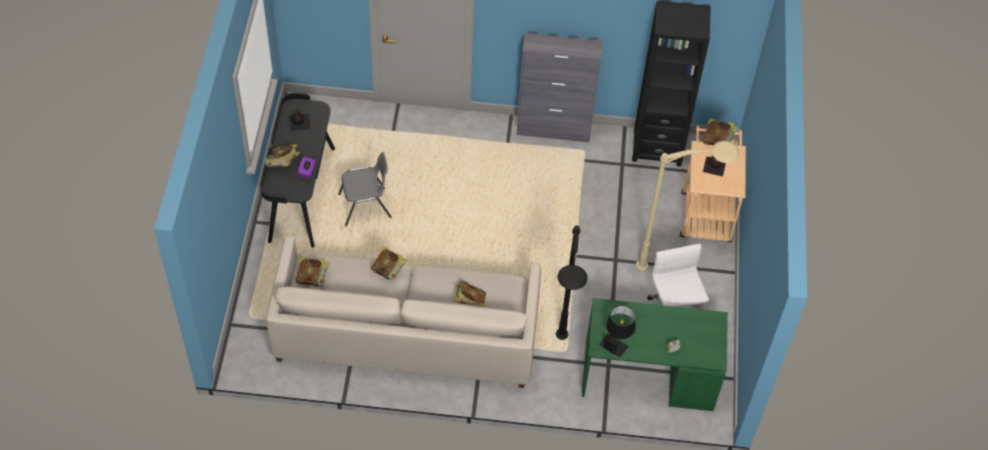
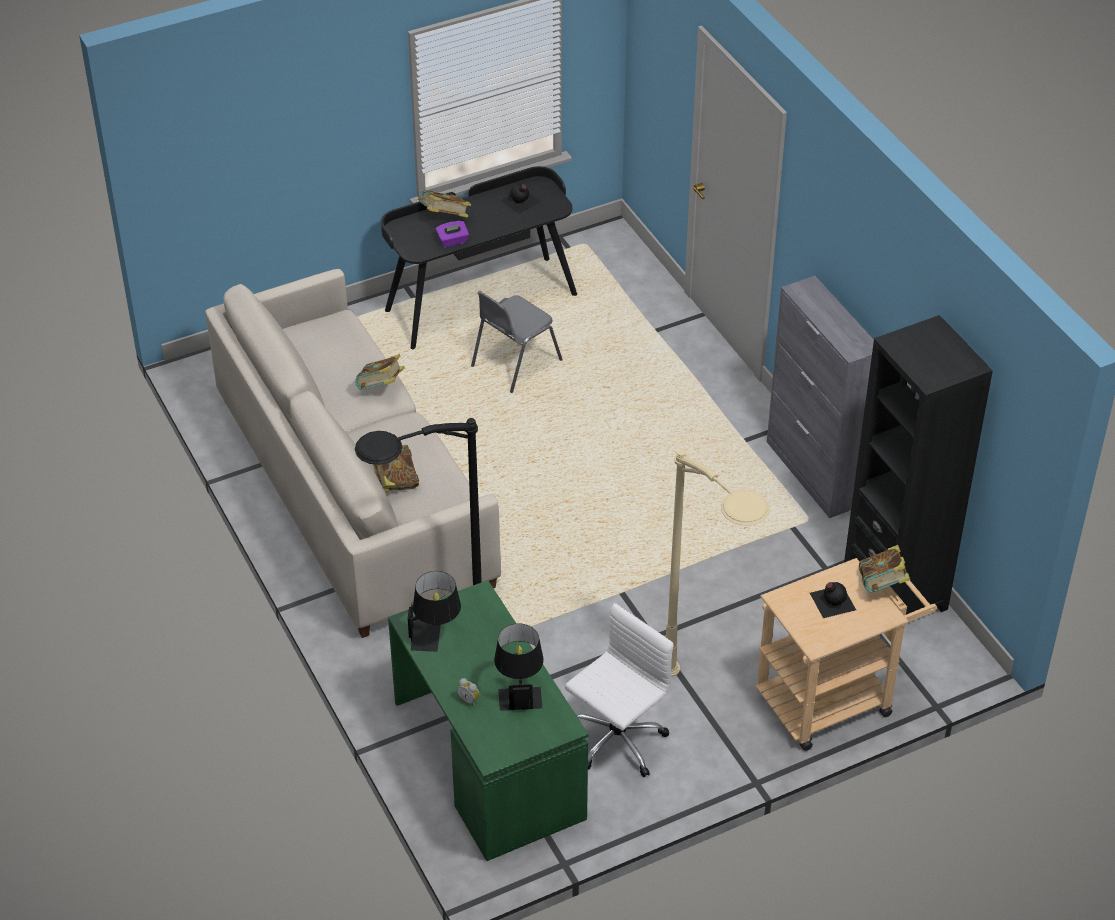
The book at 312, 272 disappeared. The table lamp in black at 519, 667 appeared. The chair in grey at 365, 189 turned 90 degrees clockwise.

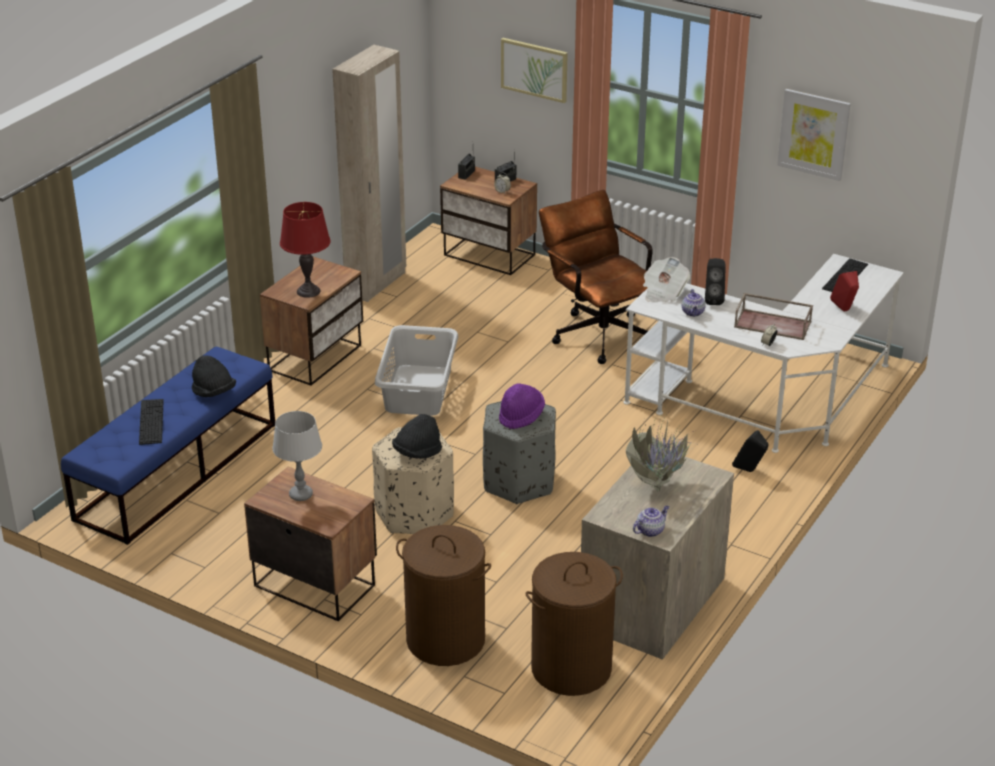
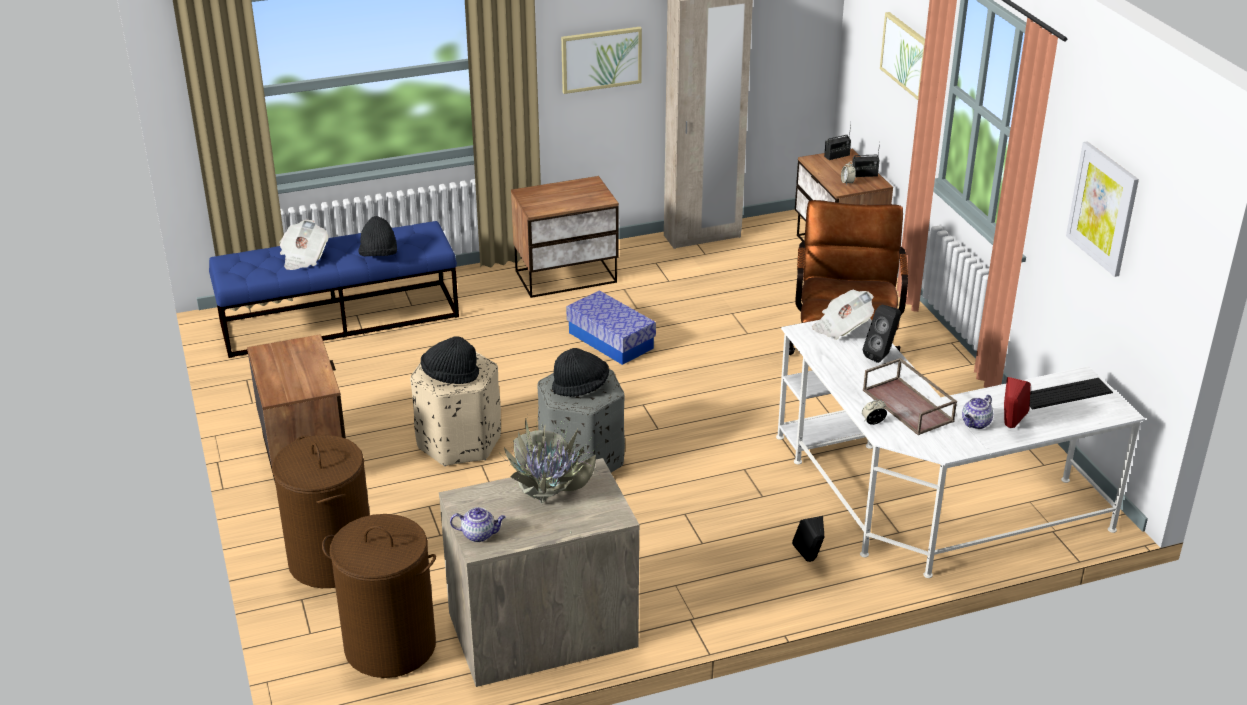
The table lamp in grey at 297, 456 disappeared. The table lamp in red at 305, 250 disappeared. The picture at 601, 60 appeared. The teapot moved from 694, 303 to 977, 412. The keyboard at 151, 422 was replaced by the newspaper at 303, 245. The laundry basket in grey at 416, 370 was replaced by the storage box at 611, 327. The hat in purple at 522, 406 became the hat in black at 580, 372.

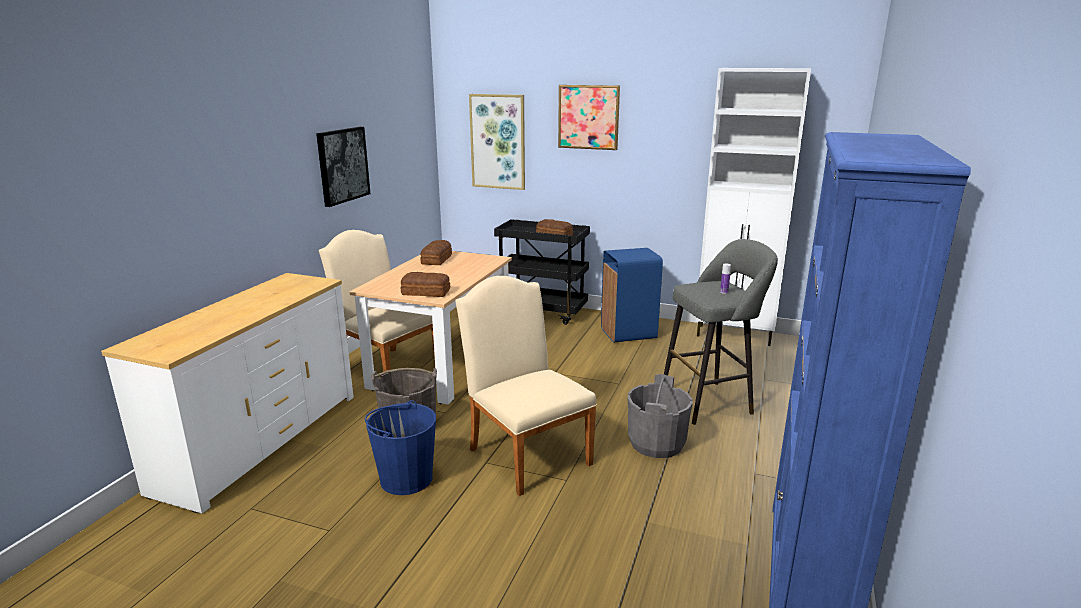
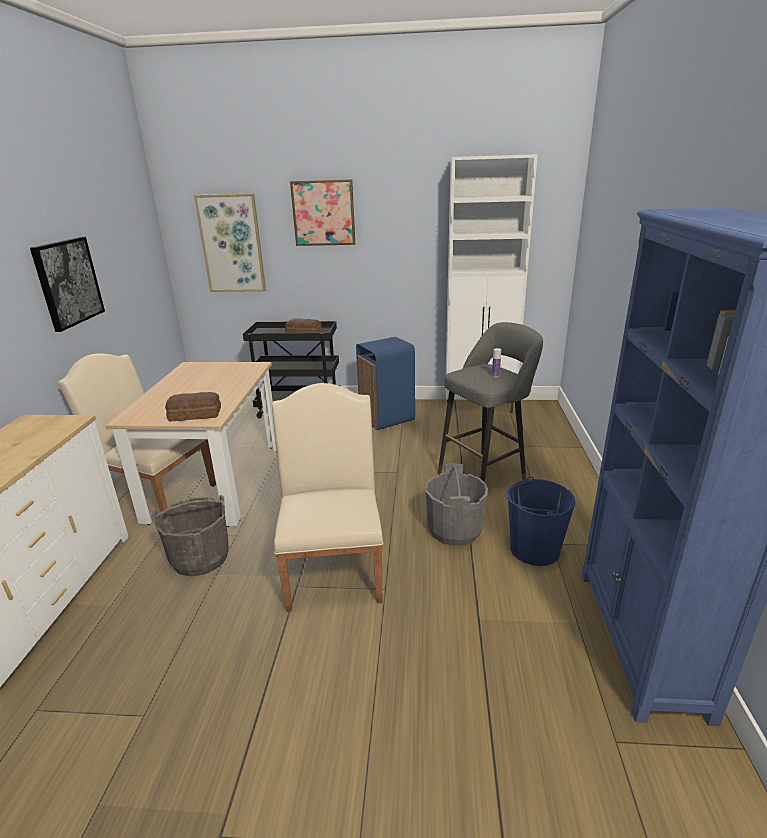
The bread at 436, 252 disappeared. The bucket in blue moved from 400, 447 to 541, 521. The chair in beige at 526, 386 turned 45 degrees clockwise.

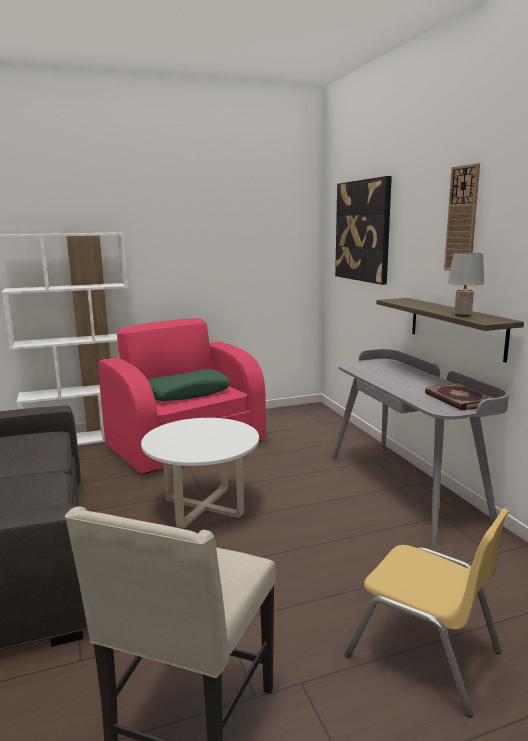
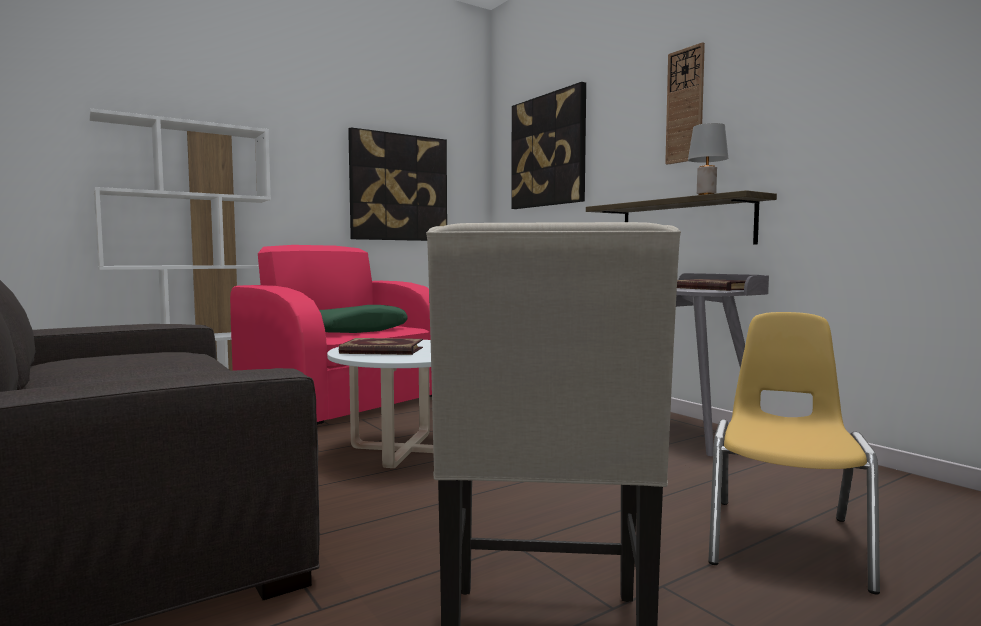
The book at 381, 346 appeared. The picture at 397, 184 appeared. The chair in yellow at 426, 612 turned 90 degrees counterclockwise.

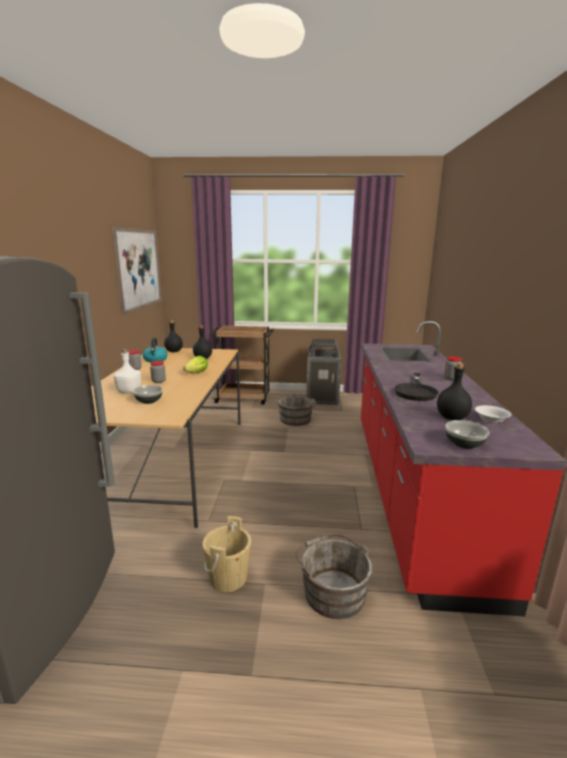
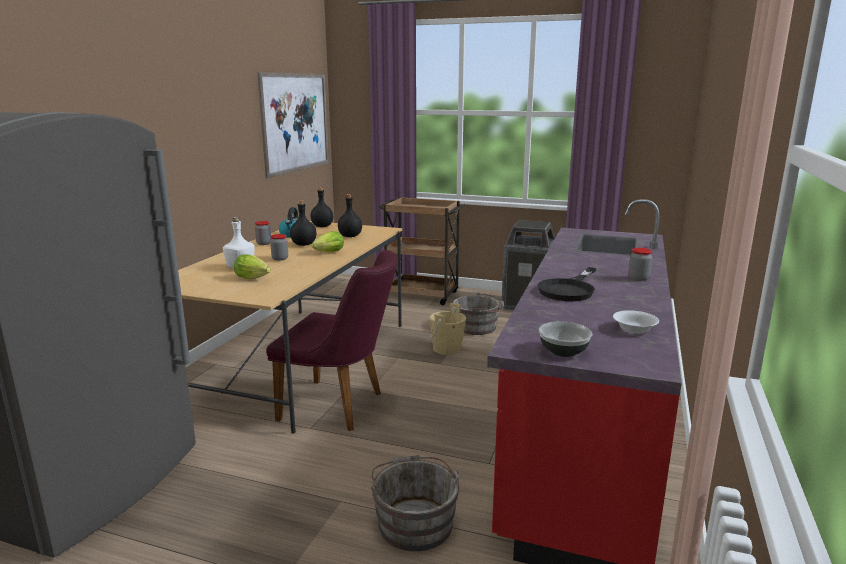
The chair in purple at 332, 340 appeared. The bucket in beige moved from 226, 554 to 448, 329. The bottle in black moved from 454, 391 to 303, 223. The bowl at 148, 394 was replaced by the lettuce at 252, 266.

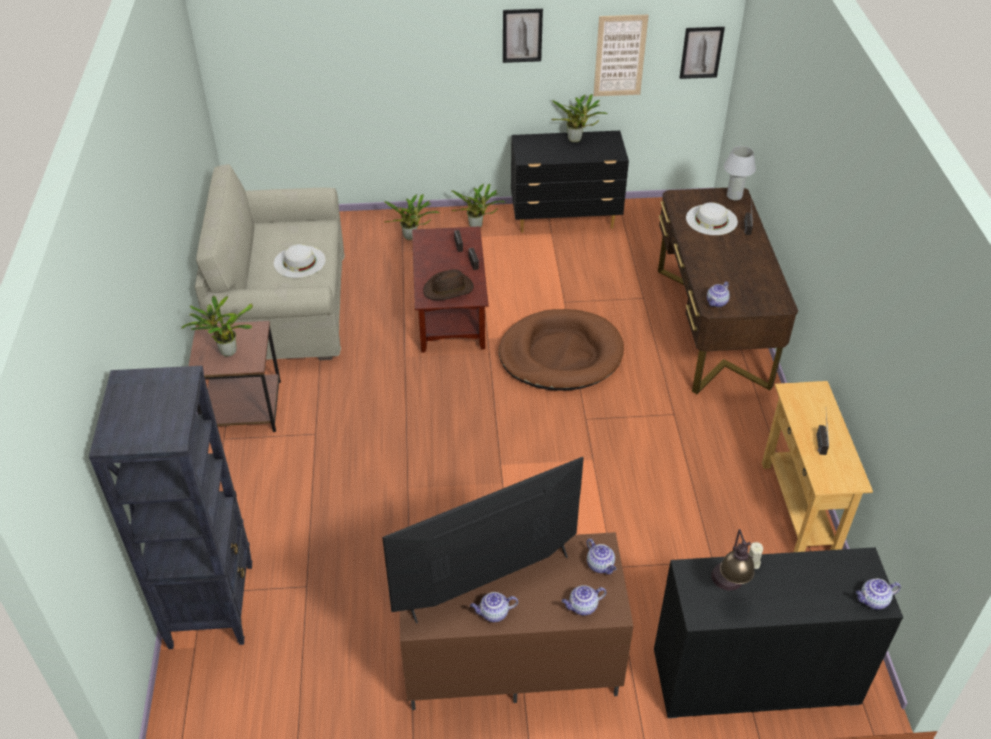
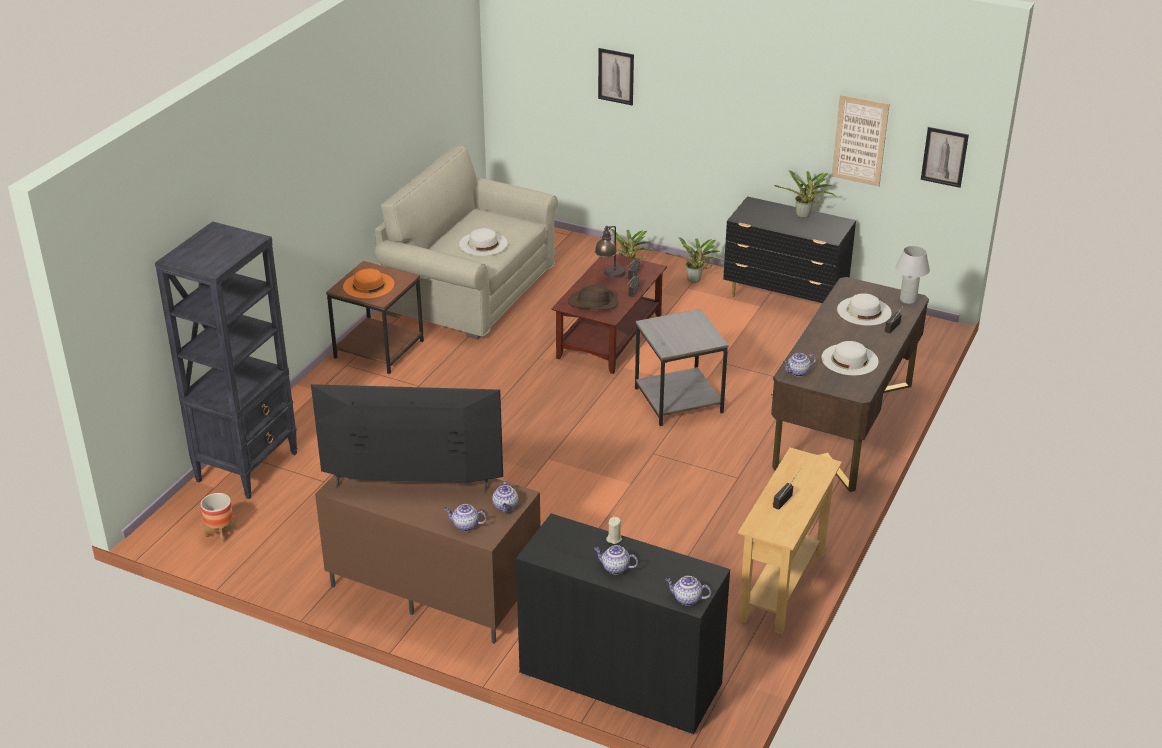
The planter at 218, 518 appeared. The hat in white at 850, 358 appeared. The teapot moved from 494, 607 to 616, 559. The picture moved from 523, 36 to 616, 76. The table lamp moved from 733, 559 to 610, 252. The potted plant at 217, 326 was replaced by the hat in orange at 368, 284. The dog bed in brown at 561, 350 was replaced by the side table in grey at 682, 367.

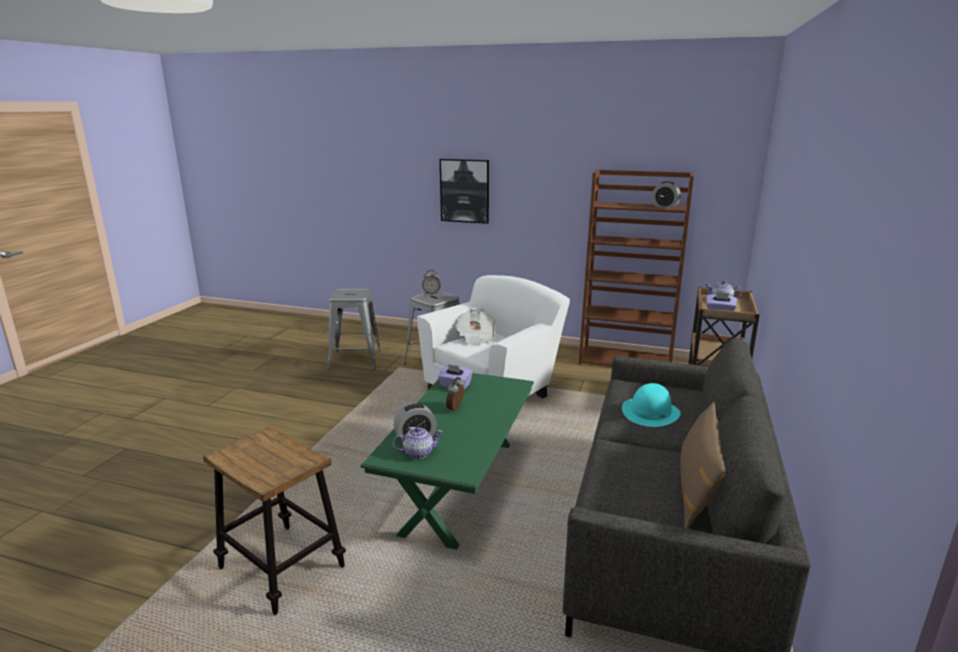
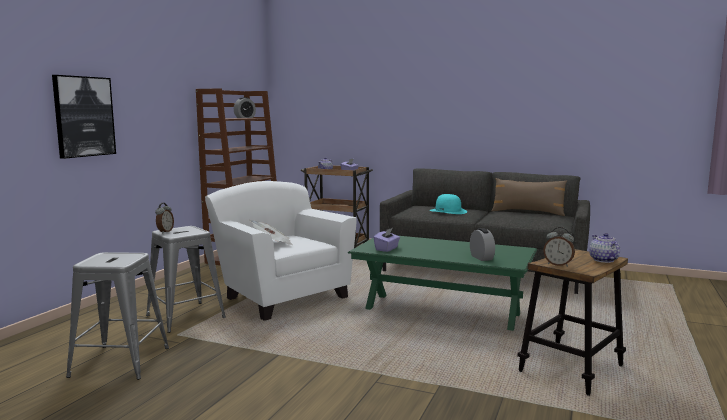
The teapot moved from 417, 443 to 604, 248. The alarm clock moved from 455, 394 to 559, 247.

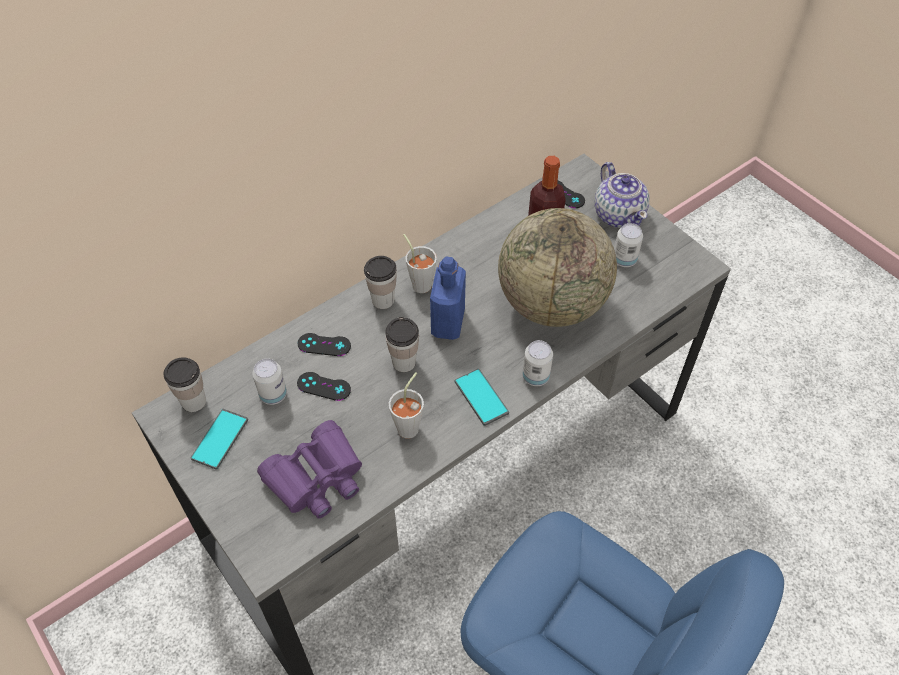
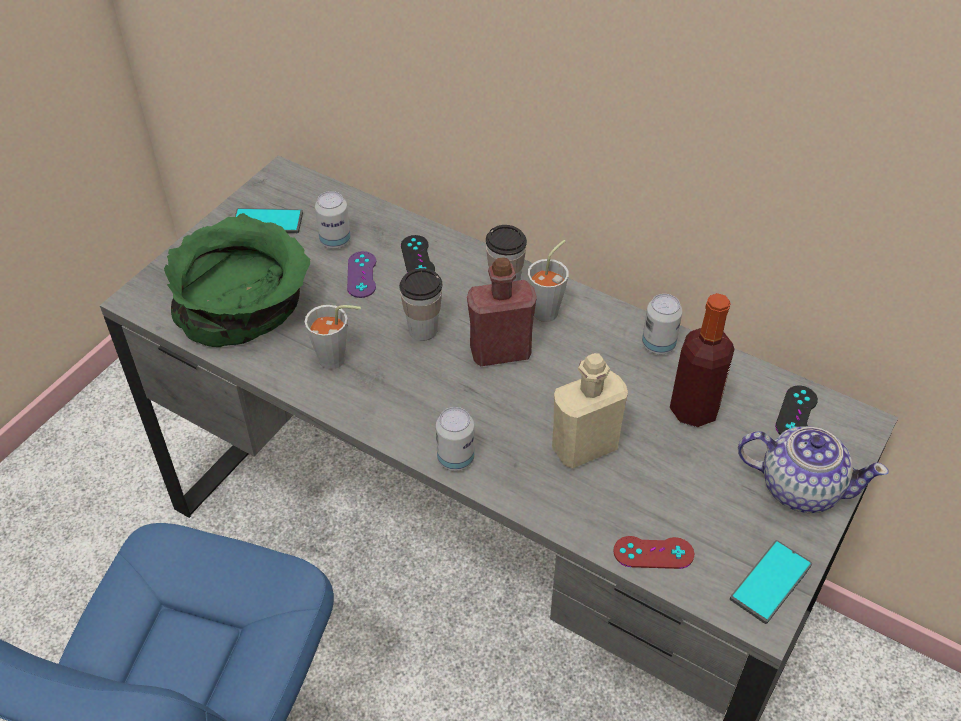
The cup at 184, 384 disappeared. The game controller in red at 653, 552 appeared. The phone moved from 482, 397 to 771, 582. The can moved from 628, 245 to 662, 324. The binoculars in purple at 309, 469 was replaced by the bowl in green at 237, 280. The globe at 557, 267 was replaced by the bottle in beige at 590, 411. The game controller in black at 324, 386 became the game controller in purple at 361, 274. The bottle in blue at 448, 298 became the bottle in red at 502, 311. The teapot at 621, 195 turned 120 degrees counterclockwise.

